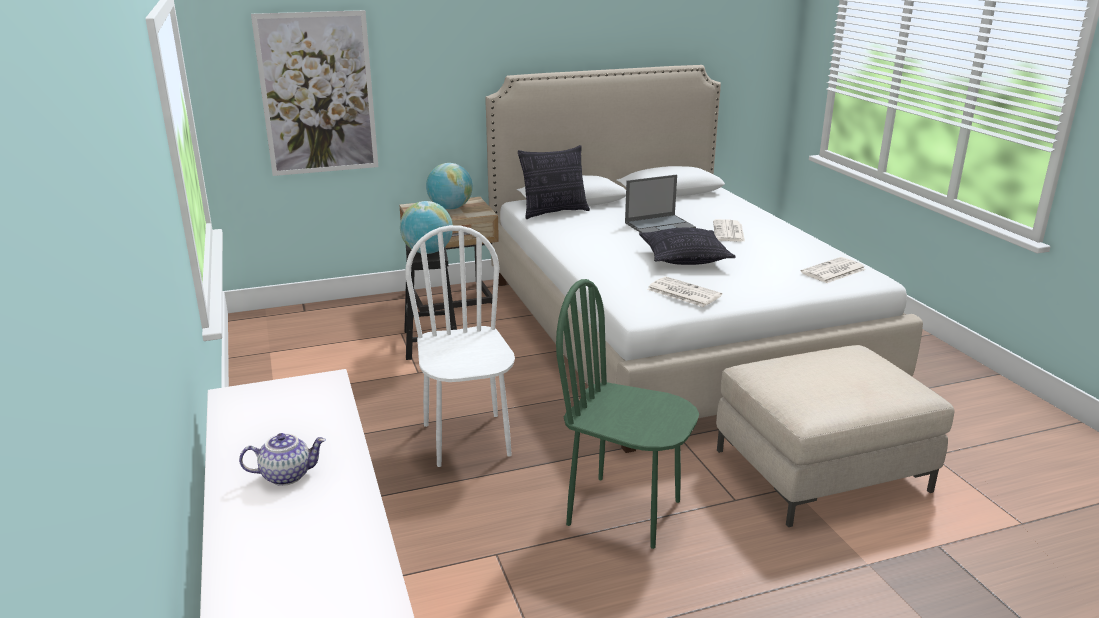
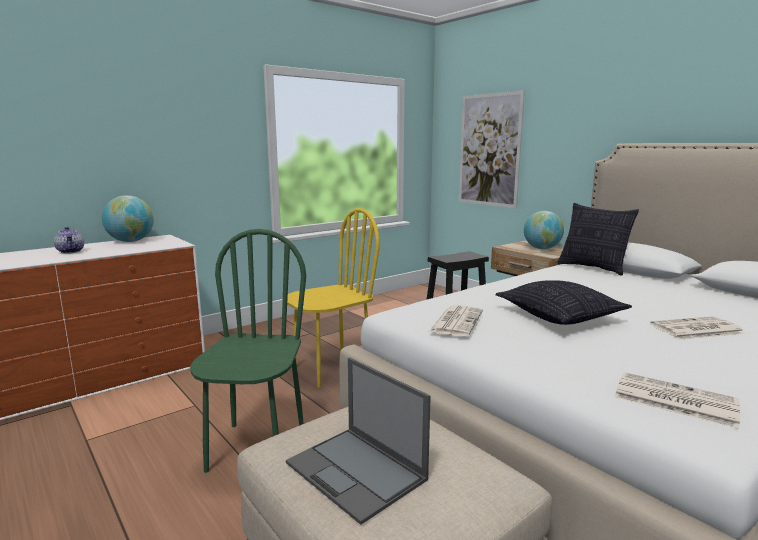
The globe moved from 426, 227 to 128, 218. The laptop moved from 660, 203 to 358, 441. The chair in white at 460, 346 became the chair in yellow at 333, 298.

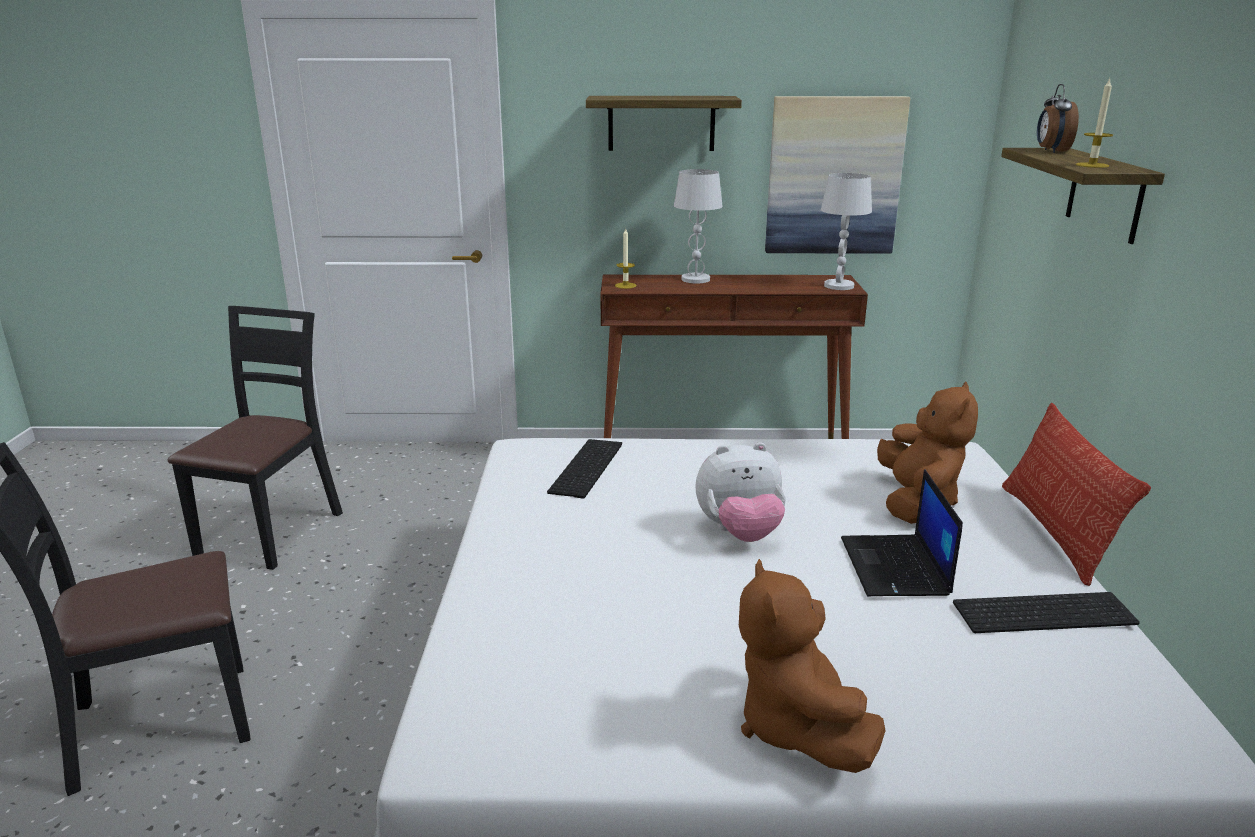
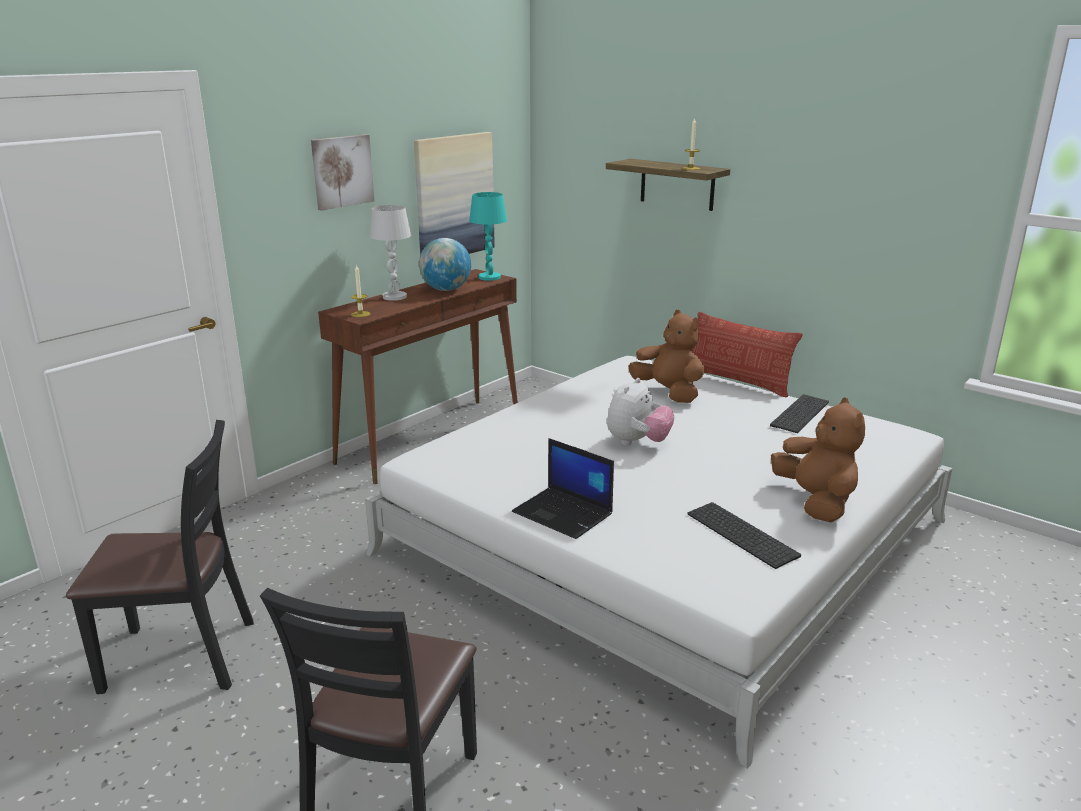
The alarm clock at 1058, 118 disappeared. The globe at 445, 264 appeared. The keyboard moved from 584, 469 to 744, 535. The laptop moved from 902, 532 to 563, 488. The shelf at 664, 123 was replaced by the picture at 342, 172. The table lamp in white at 846, 231 became the table lamp in turquoise at 488, 236. The chair in black at 255, 438 turned 120 degrees clockwise. The plush toy in brown at 812, 666 turned 135 degrees counterclockwise.

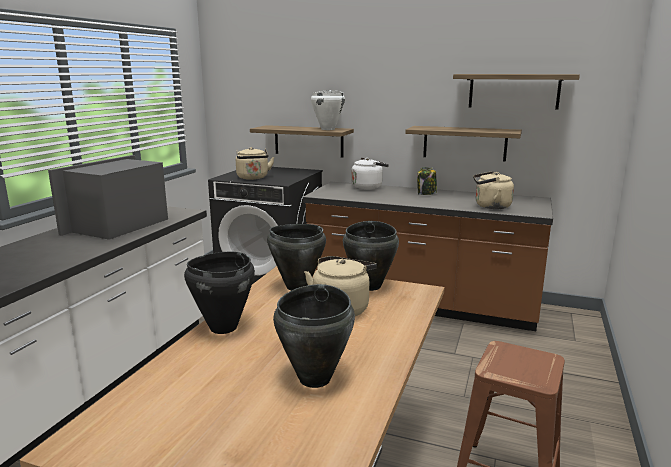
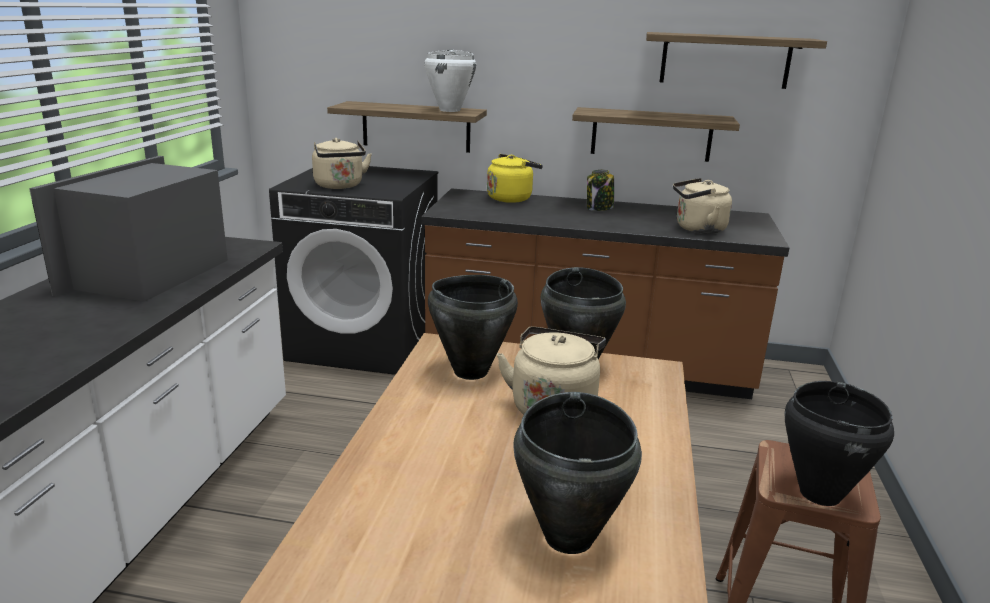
The cooking pot in black moved from 219, 293 to 839, 443. The kettle in white at 370, 174 became the kettle in yellow at 515, 178.

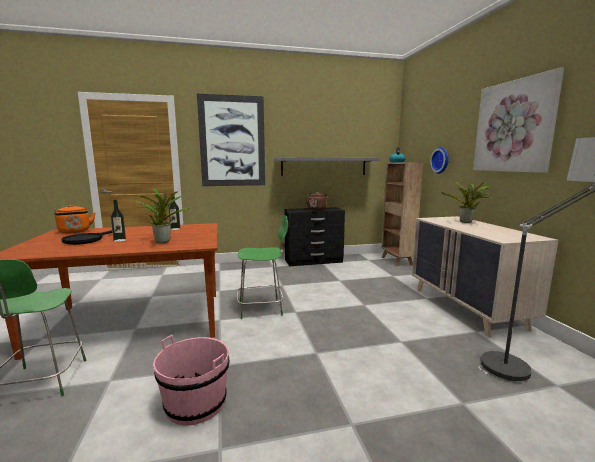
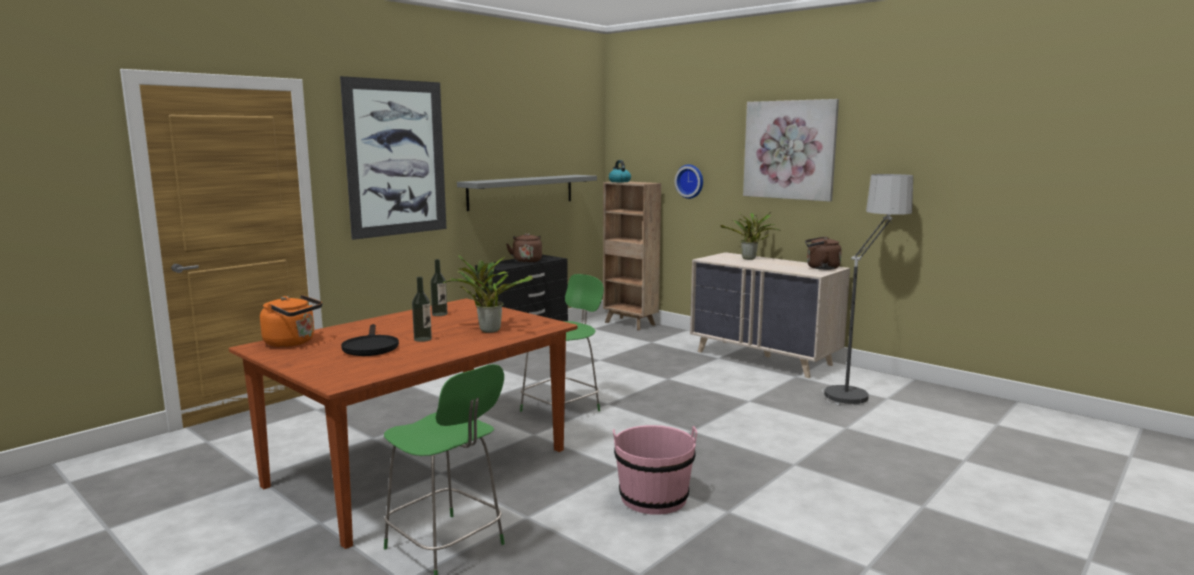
The kettle in brown at 823, 253 appeared.

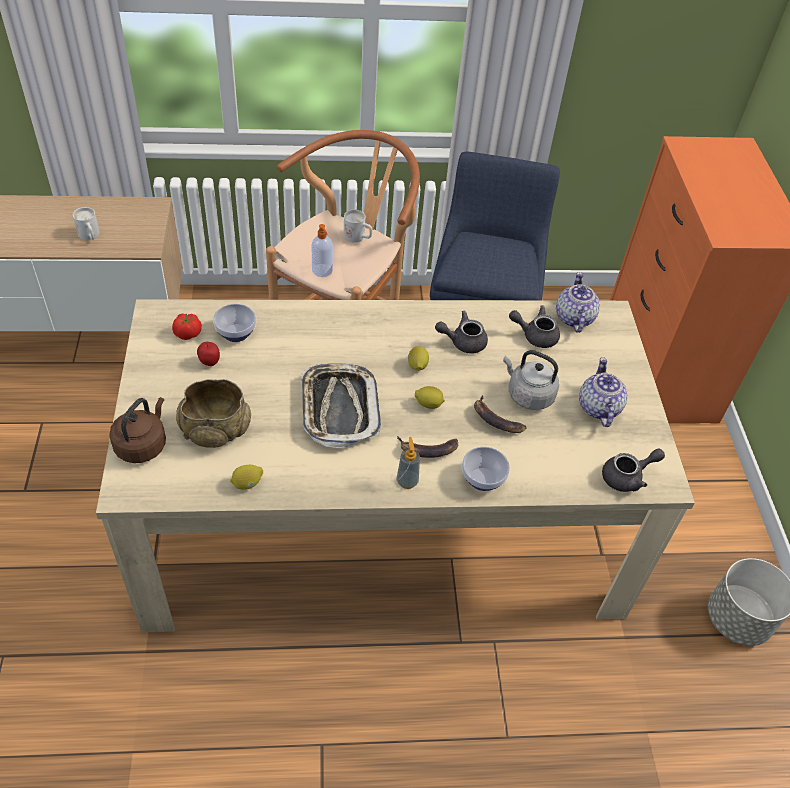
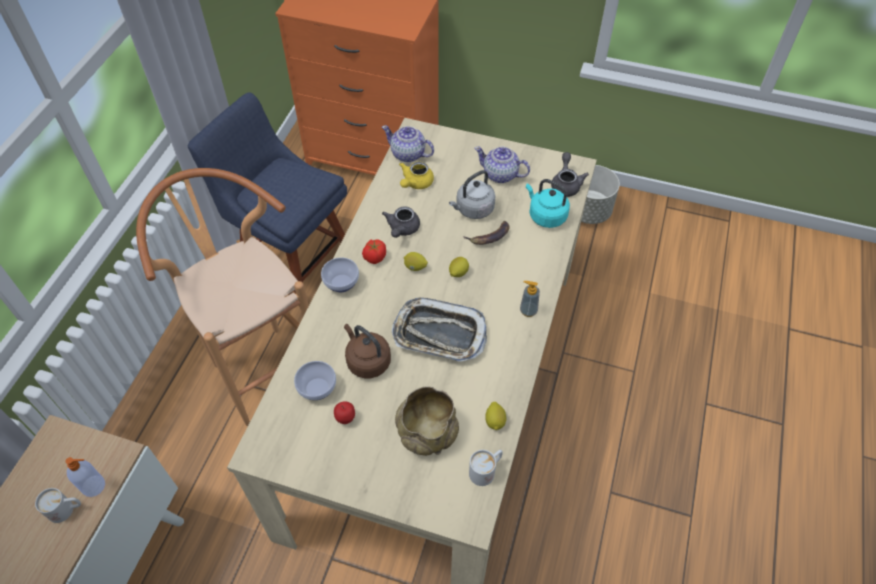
The banana at 427, 447 disappeared. The kettle in turquoise at 548, 203 appeared. The kettle in brown moved from 137, 430 to 367, 351. The tomato moved from 187, 326 to 374, 252. The soap dispenser moved from 322, 250 to 85, 477. The mug in white moved from 358, 226 to 486, 468. The bowl moved from 486, 469 to 340, 275. The teapot in grey at 534, 326 became the teapot in yellow at 416, 175.

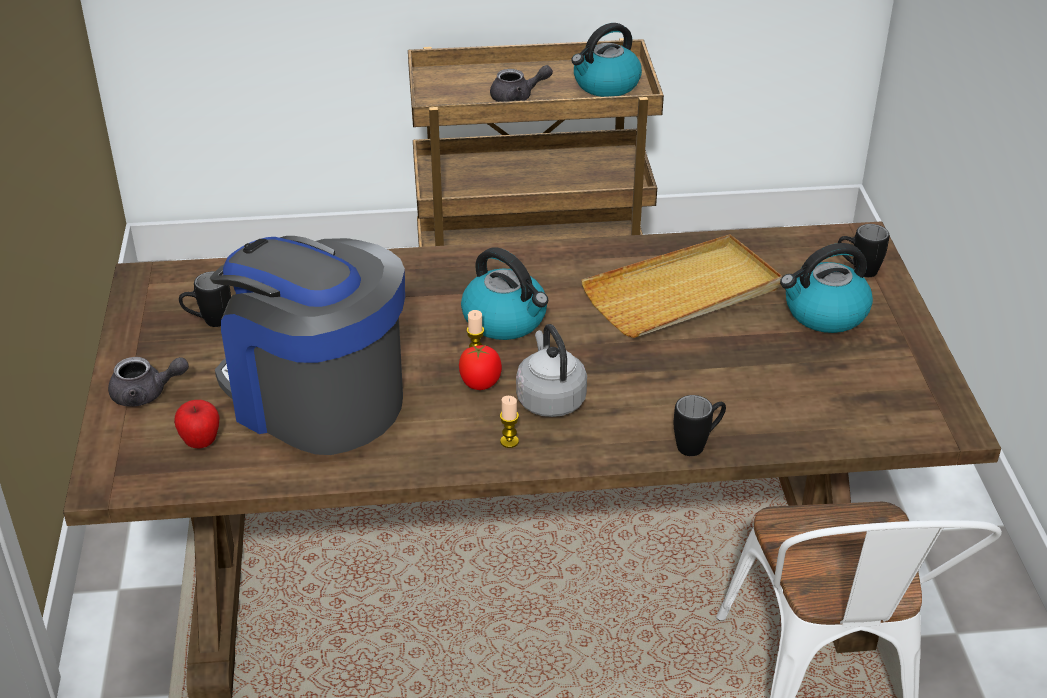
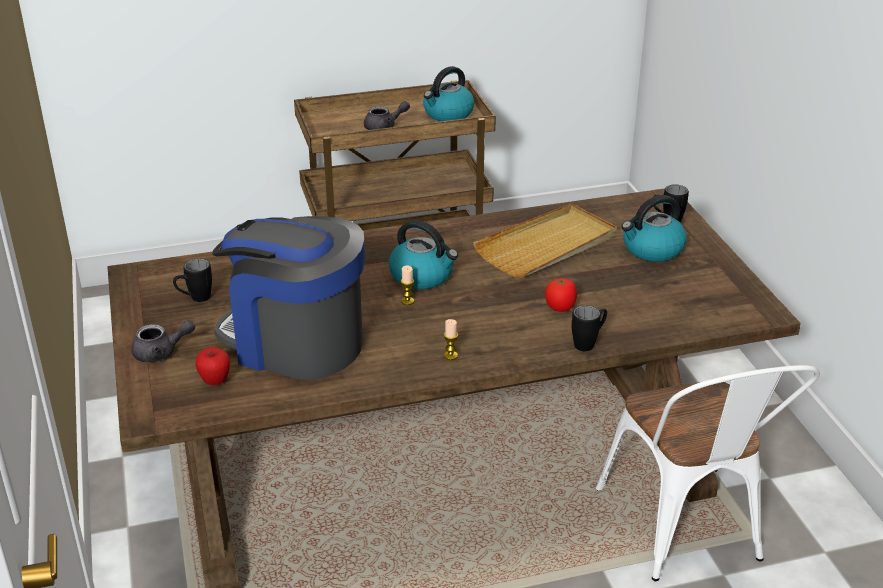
The kettle in grey at 551, 370 disappeared. The tomato moved from 480, 367 to 561, 294.

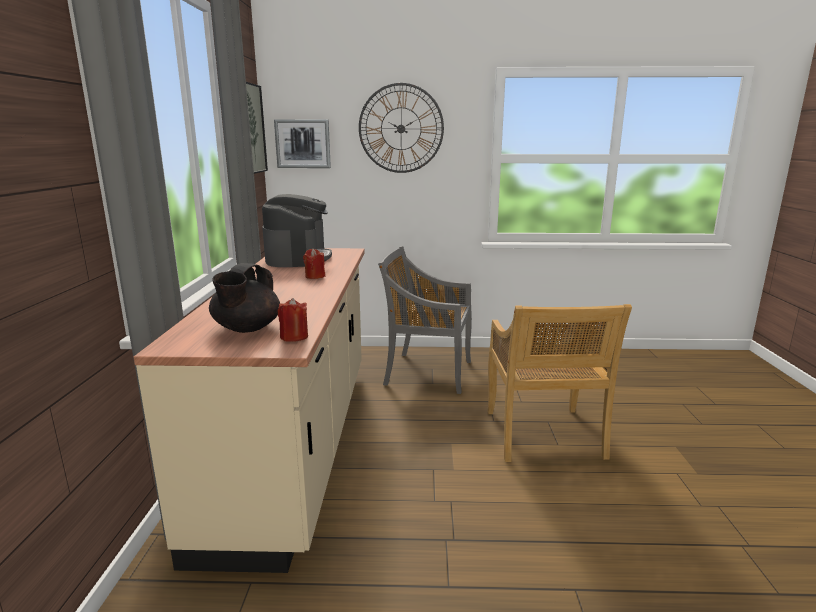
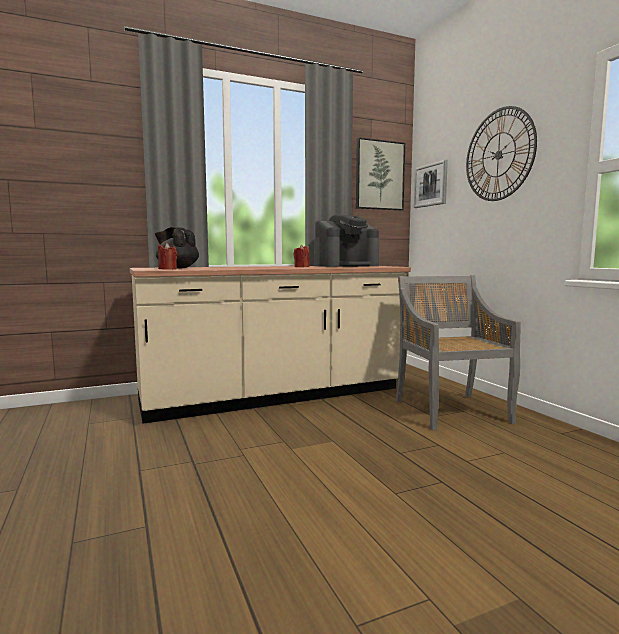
The chair in beige at 560, 383 disappeared. The teapot in black at 244, 298 turned 45 degrees clockwise.

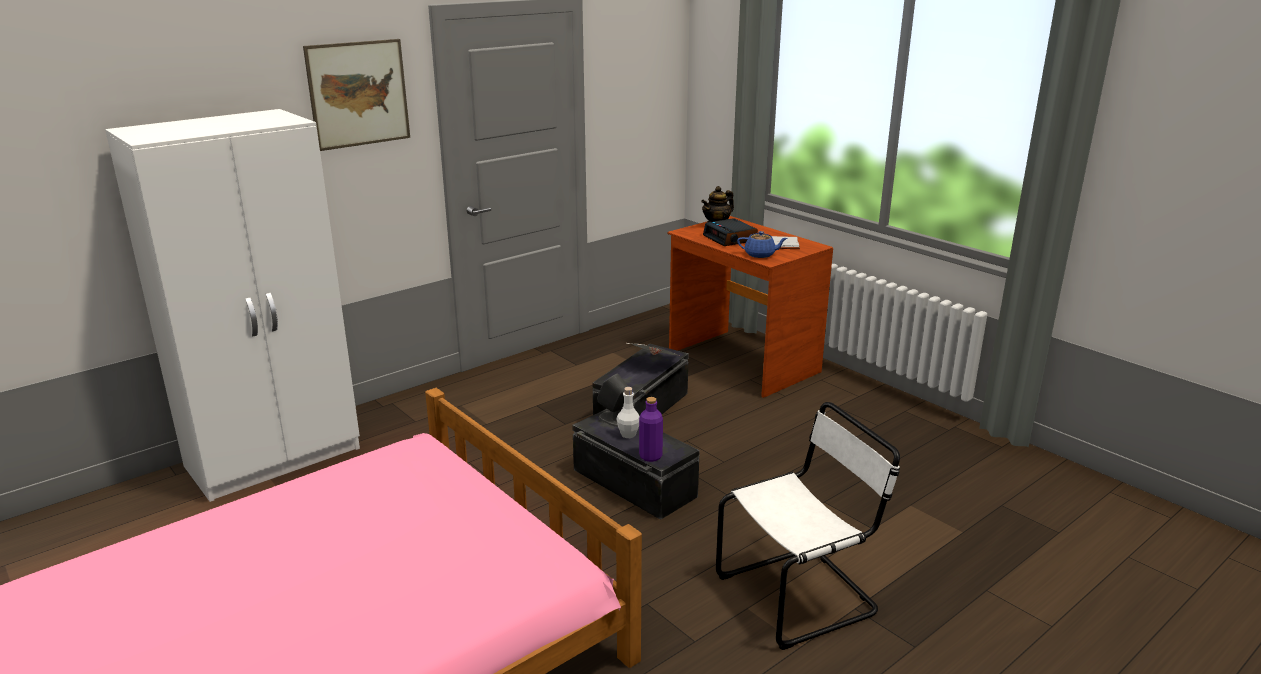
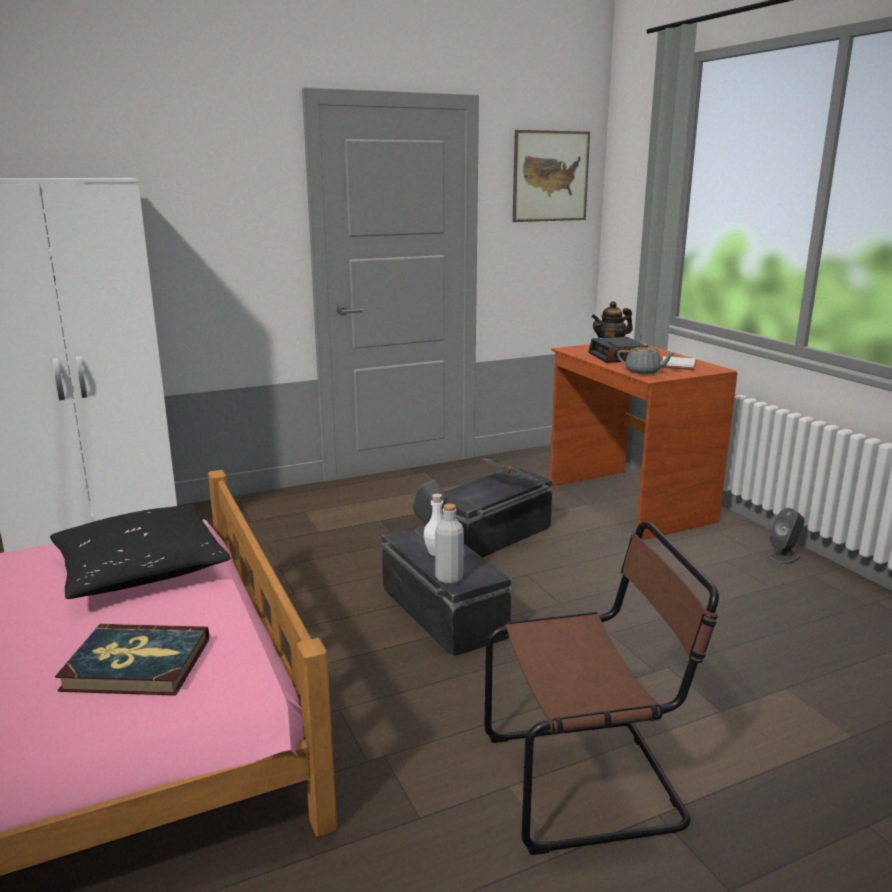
The pillow in black at 140, 552 appeared. The book at 132, 660 appeared. The speaker in grey at 785, 536 appeared. The picture moved from 356, 95 to 551, 176. The bottle in purple at 651, 429 became the bottle in grey at 449, 544. The chair in white at 808, 526 became the chair in brown at 601, 688. The teapot in blue at 762, 244 became the teapot in grey at 646, 359.

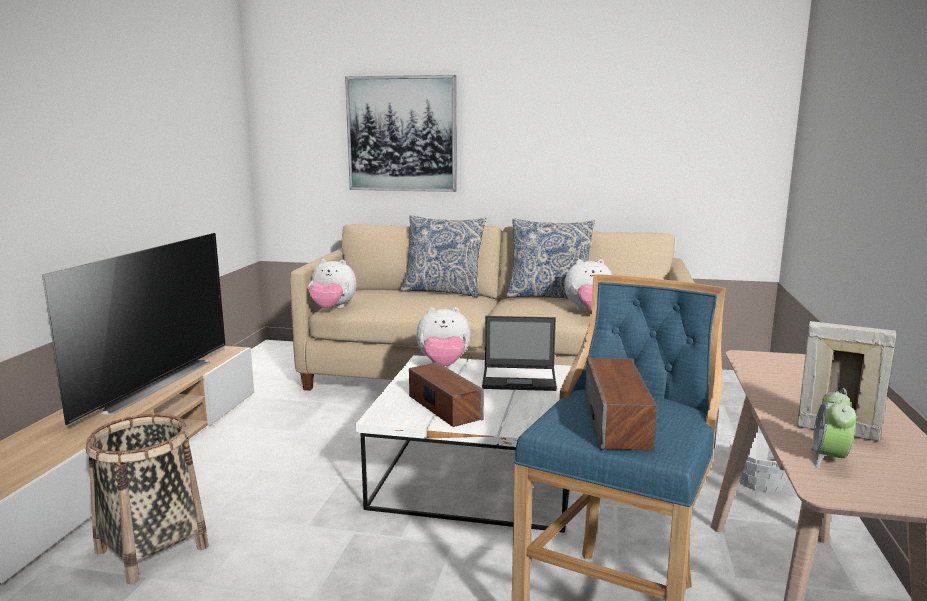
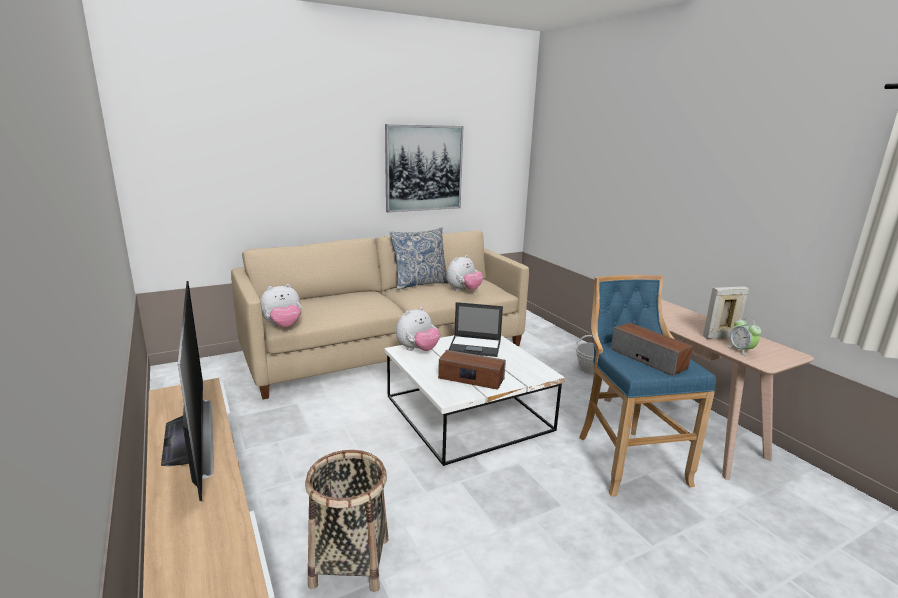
The pillow at 443, 256 disappeared. The picture moved from 401, 133 to 424, 168. The laptop at 519, 353 turned 45 degrees clockwise.

